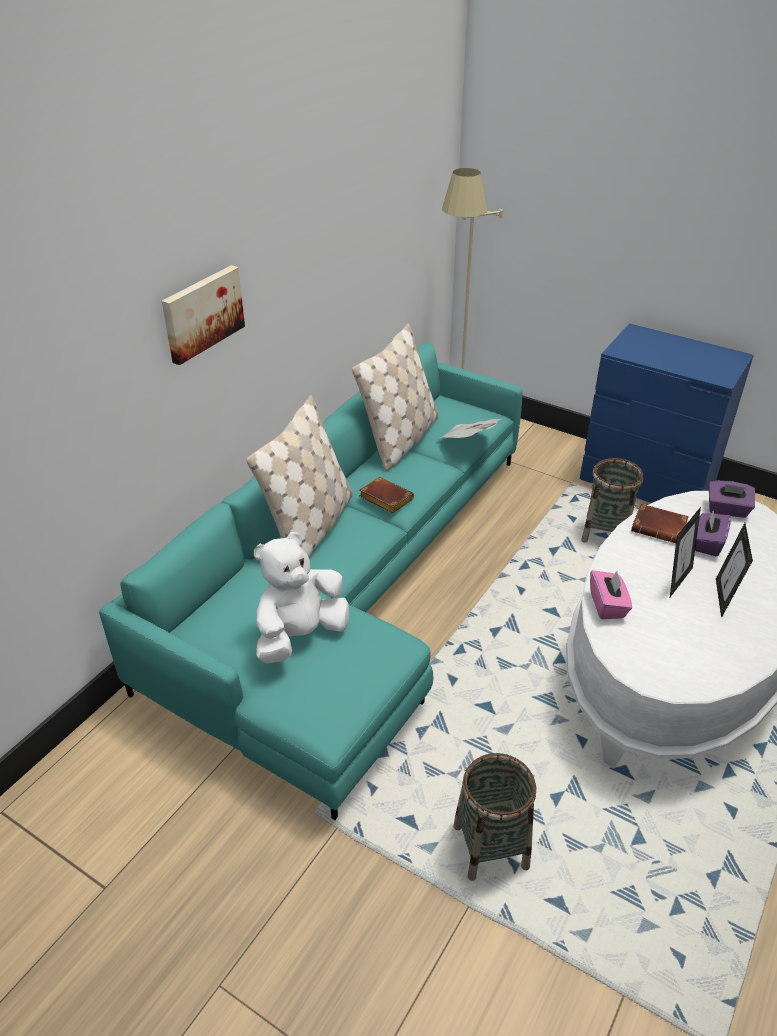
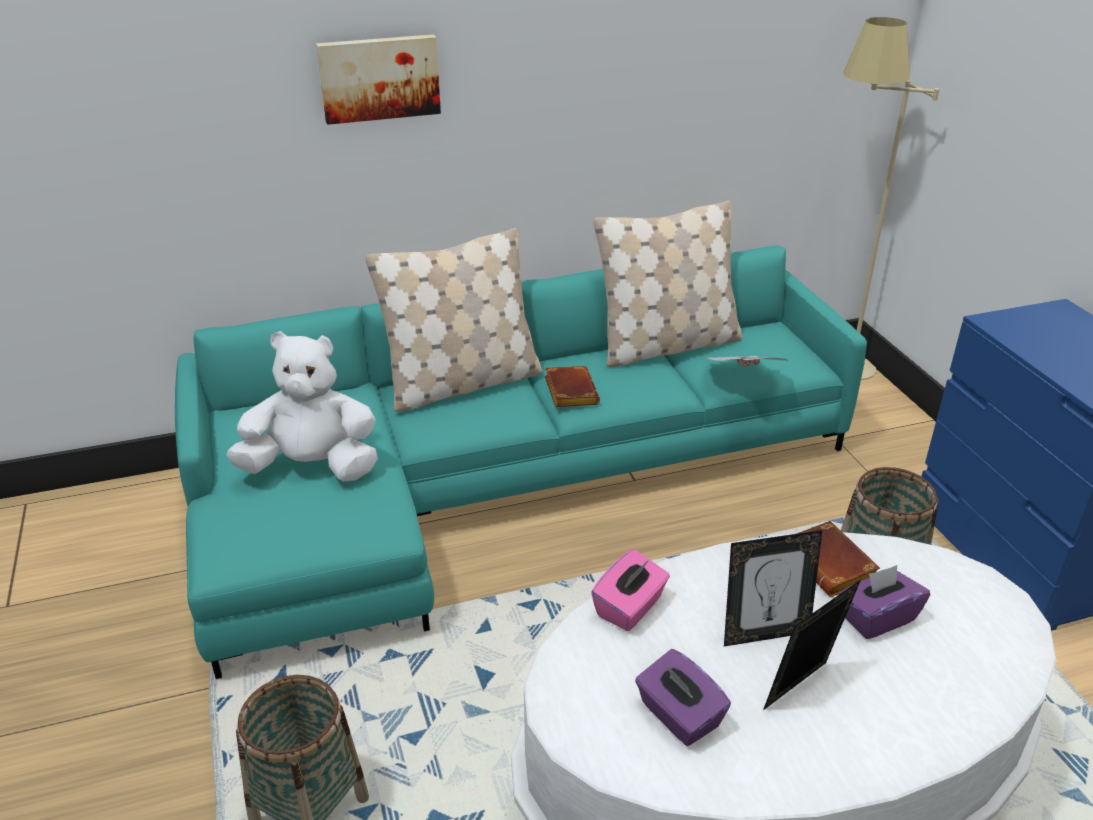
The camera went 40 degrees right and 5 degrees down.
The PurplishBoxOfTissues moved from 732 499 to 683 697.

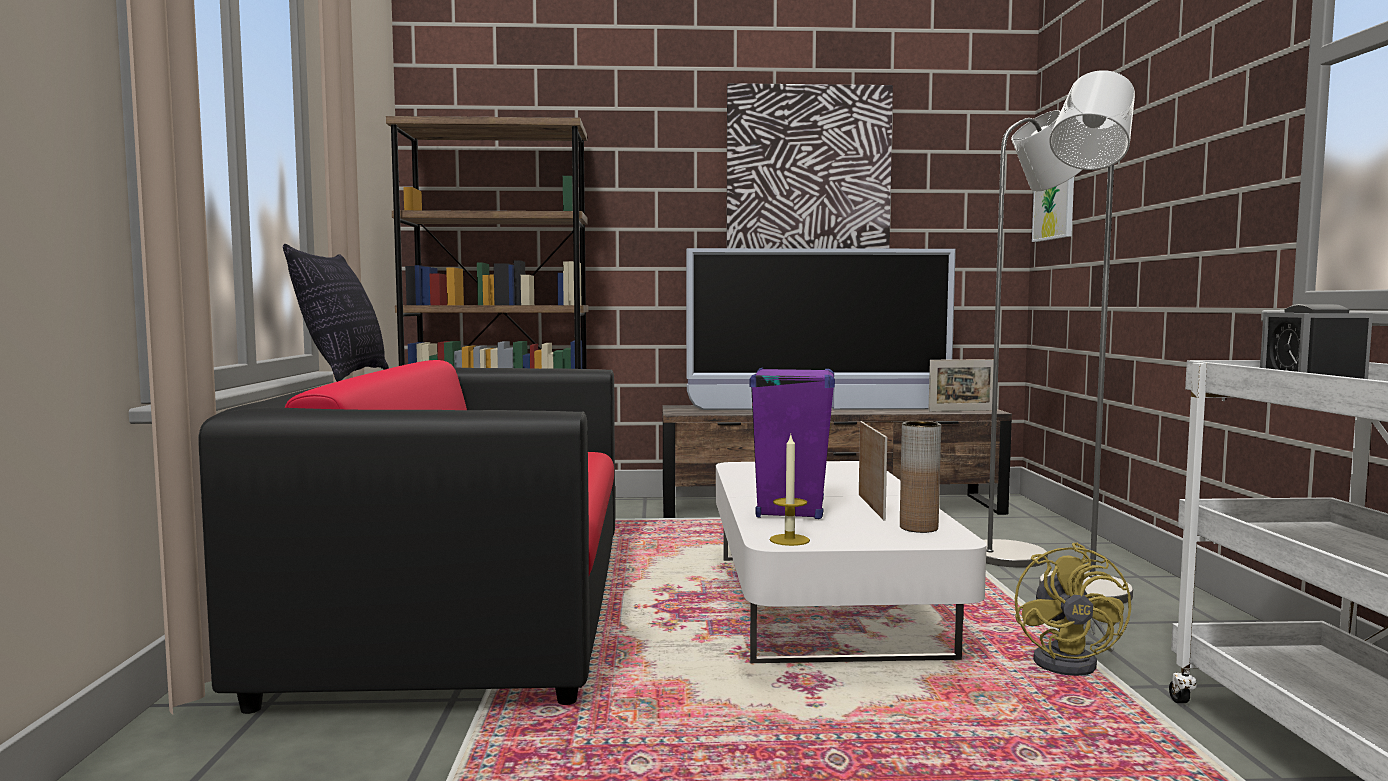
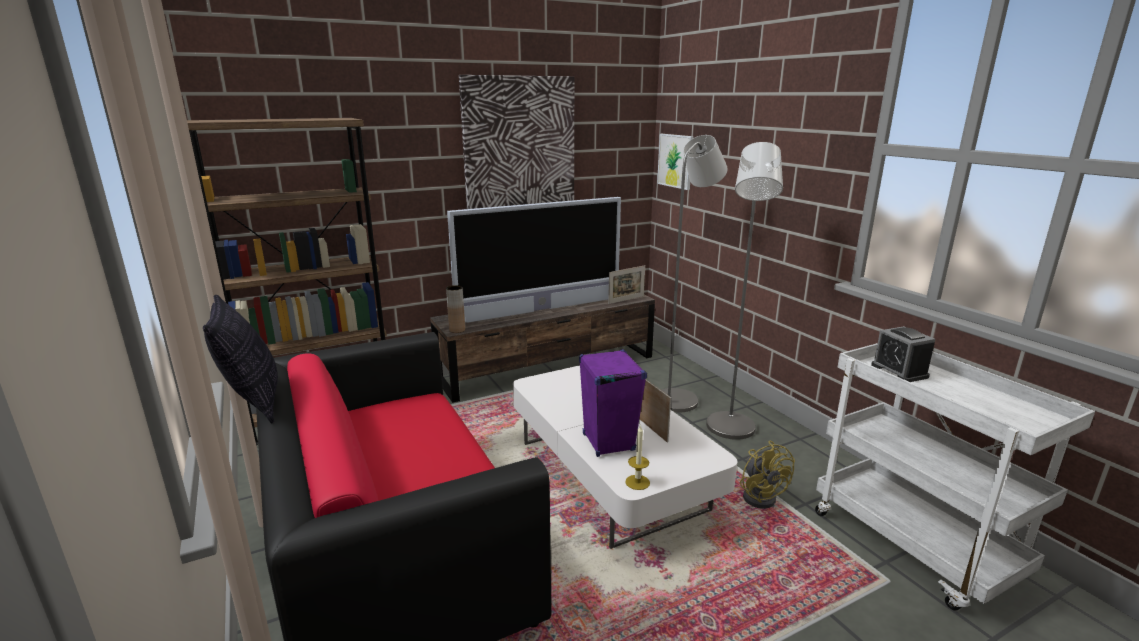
The camera went 25 degrees left and 15 degrees up.
The BrownColouredFlowerVase moved from 920 477 to 455 309.

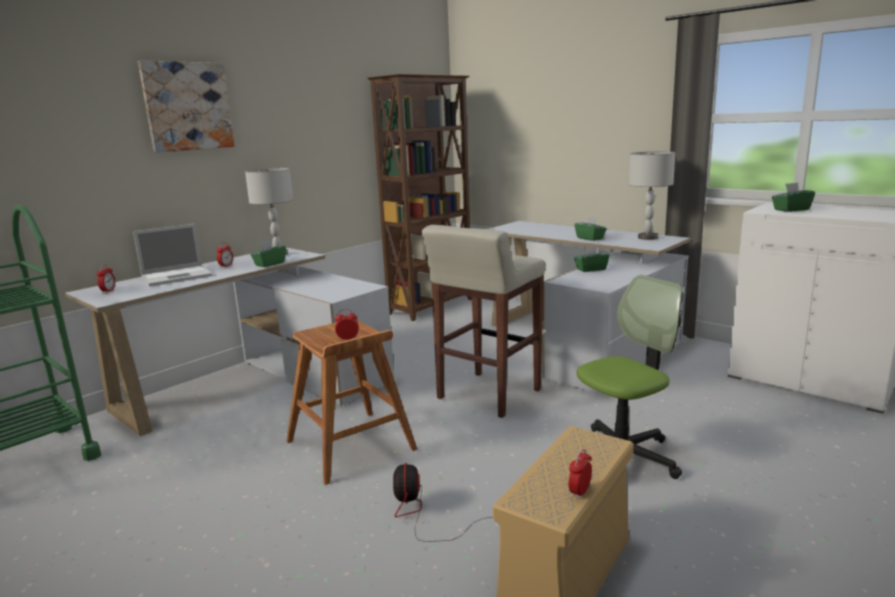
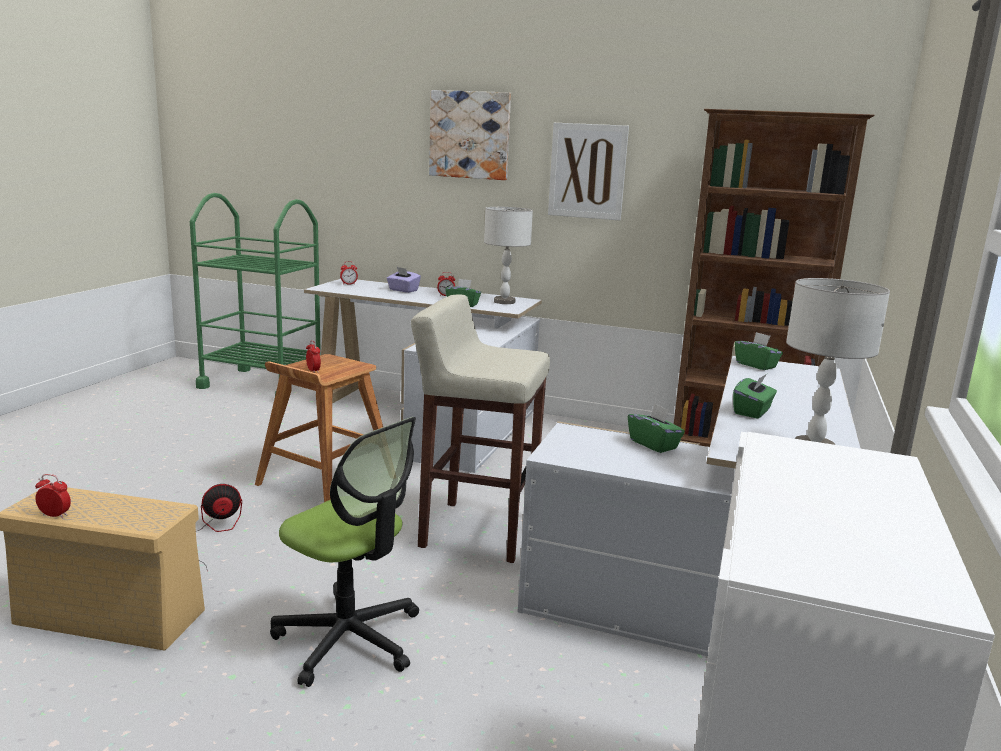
The camera went 65 degrees right and 0 degrees up.
The Laptop at 172 255 was replaced by the PurplishBoxOfTissues at 404 280.
The GreenBoxOfTissues moved from 793 197 to 759 351.
The WallArt at 588 171 appeared.

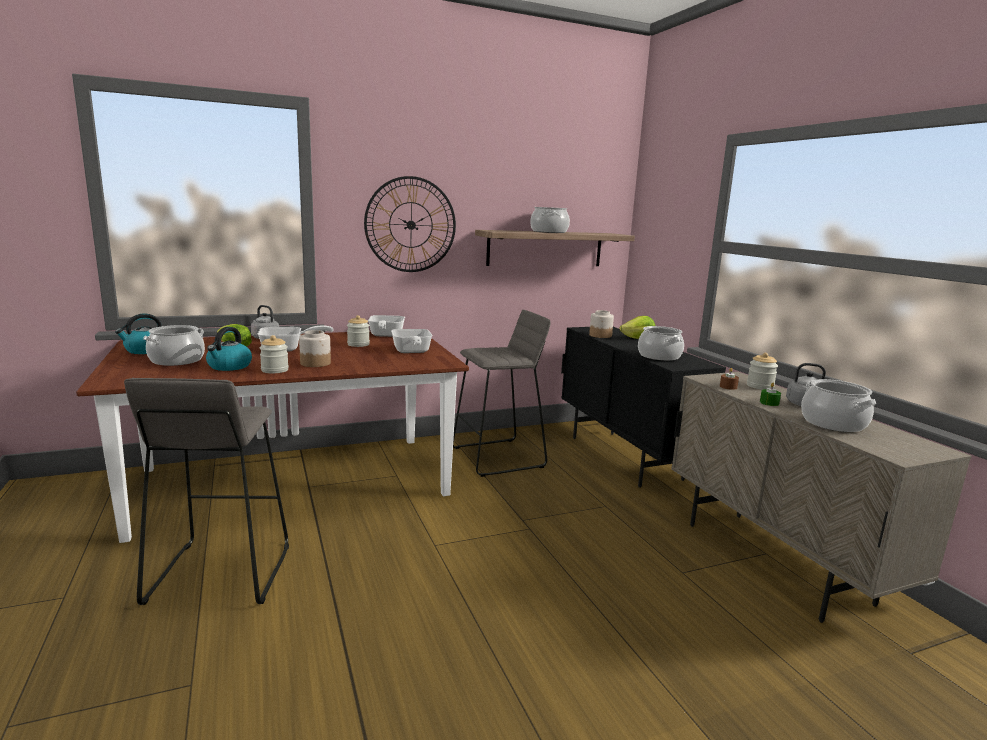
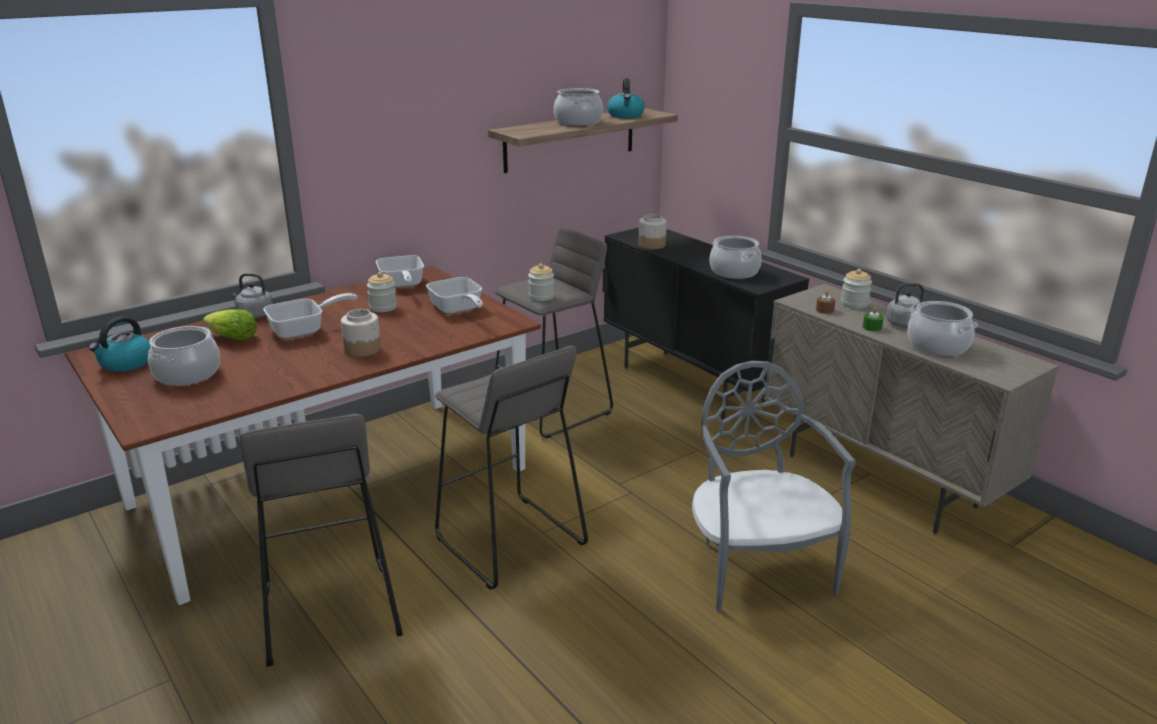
The camera went 15 degrees left and 10 degrees up.
The Kettle moved from 229 349 to 626 98.
The Jar moved from 274 354 to 541 282.
The ClockOnTheWall at 410 224 disappeared.
The Lettuce at 637 327 disappeared.
The GreyStool at 511 468 appeared.
The GreyPlainChair at 774 486 appeared.

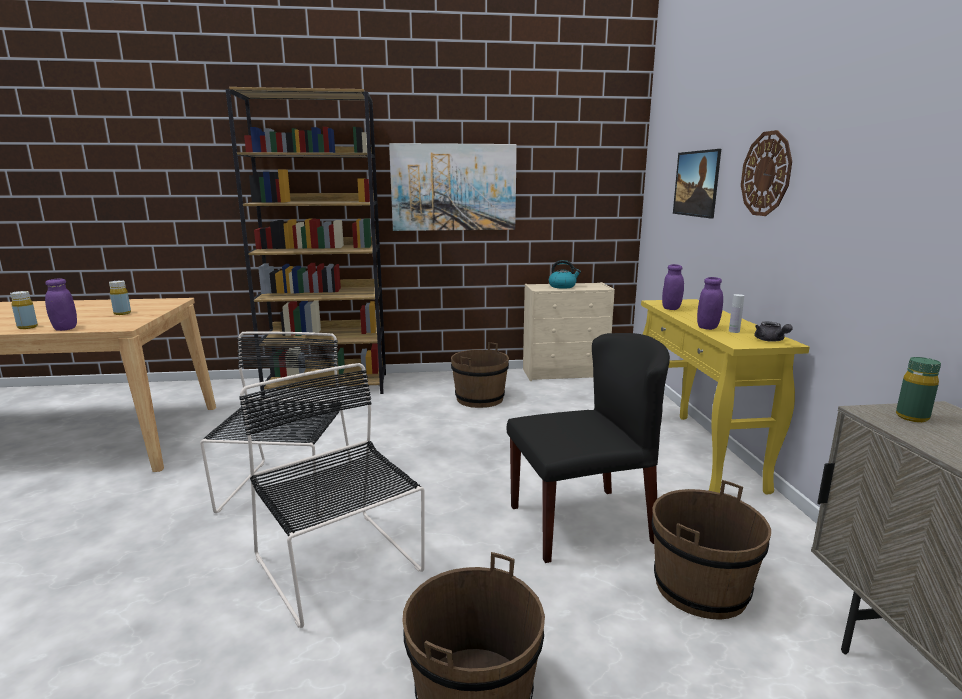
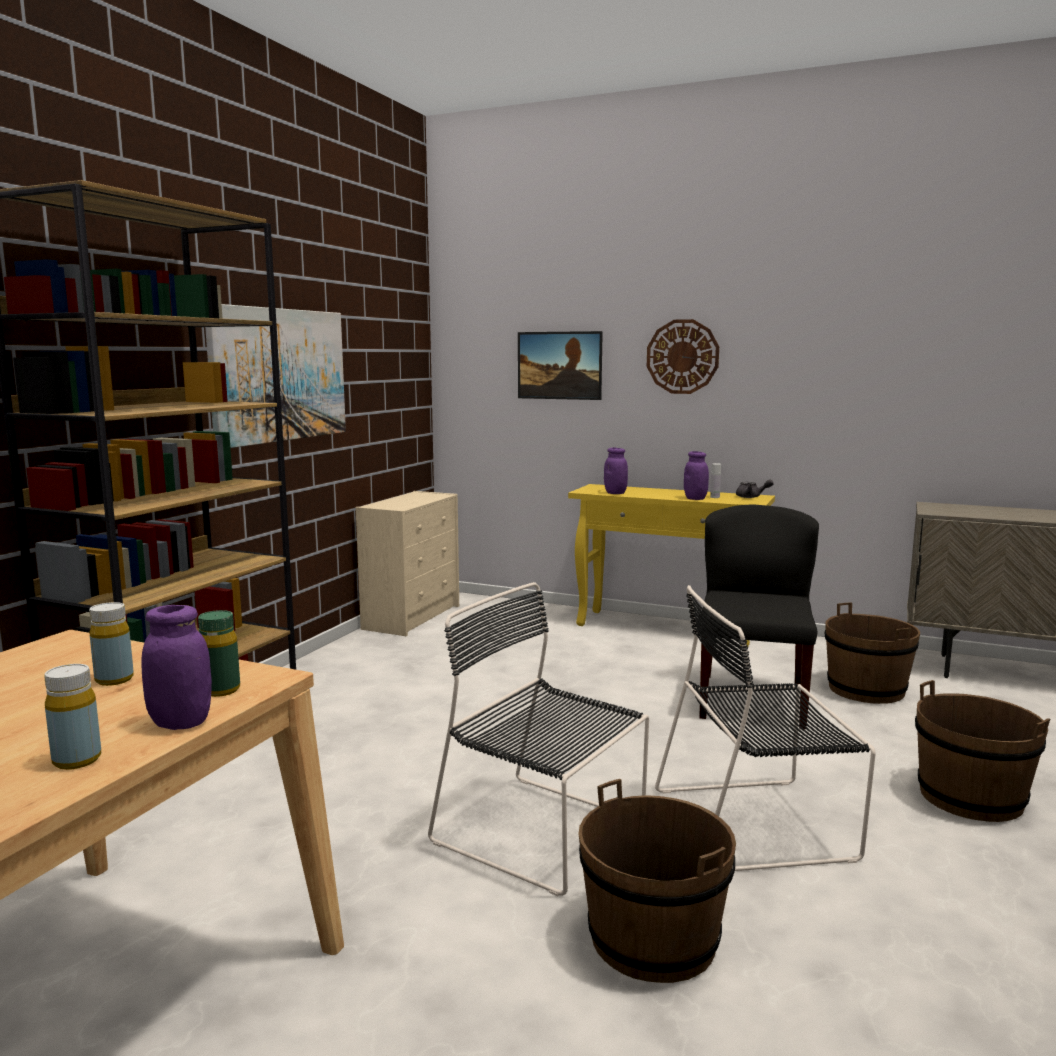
The camera went 60 degrees left and 5 degrees down.
The BrownColouredWaterBucket moved from 480 375 to 657 881.
The Kettle at 565 274 disappeared.
The GreenBottle moved from 918 389 to 219 653.

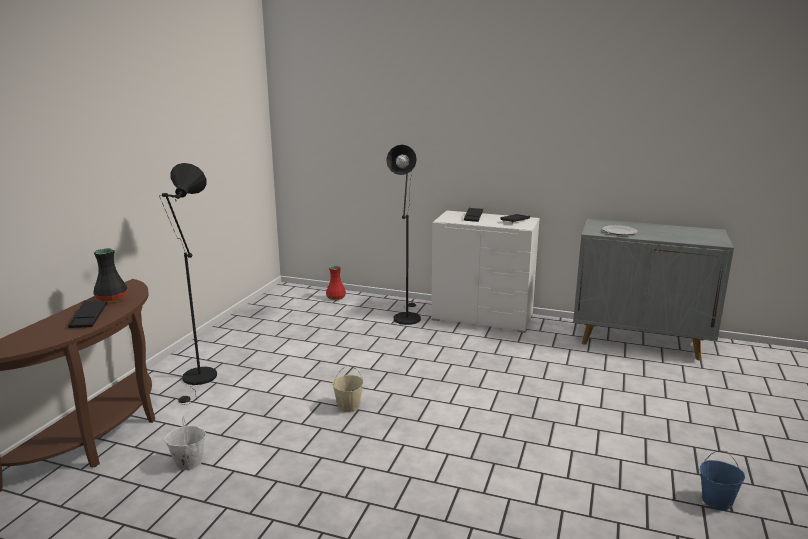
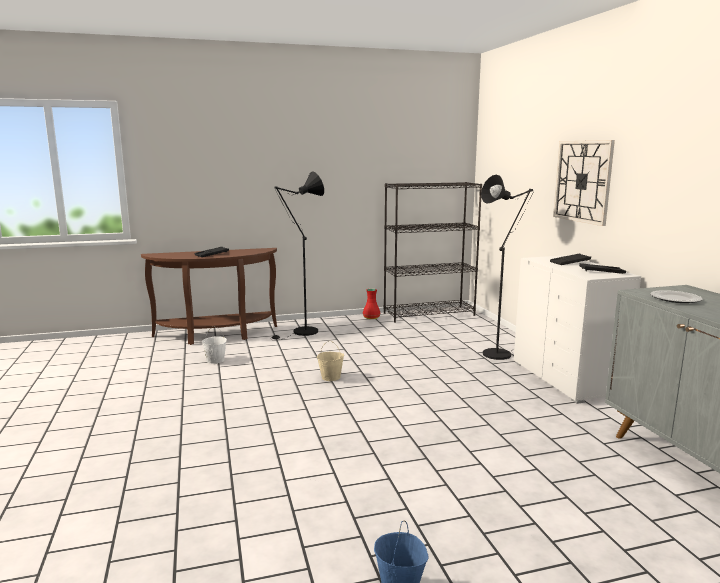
The camera went 55 degrees right and 5 degrees down.
The BlackishFlowerVase at 110 275 disappeared.
The RedFlowerVase moved from 336 283 to 372 304.
The BlackishBookcase at 433 252 appeared.
The ClockOnTheWall at 584 183 appeared.

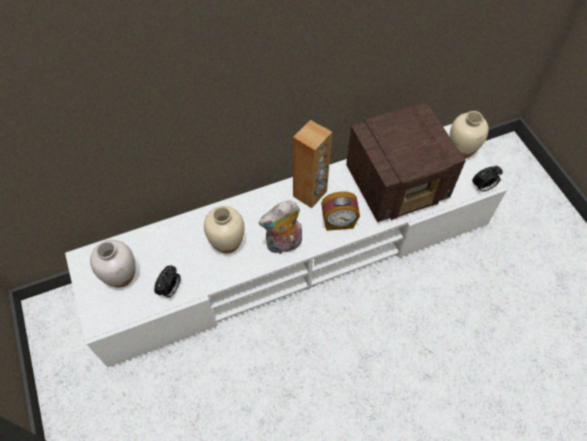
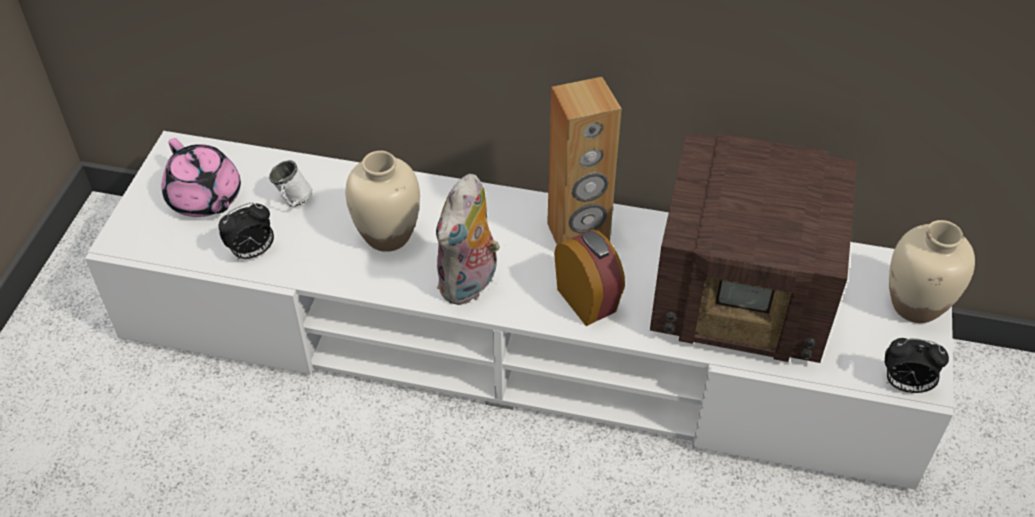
The camera went 35 degrees right and 10 degrees down.
The WhiteColouredFlowerVase at 113 264 was replaced by the PinkPotForTea at 201 177.
The PlushToy at 280 227 turned 75 degrees counterclockwise.
The TableClock at 340 211 turned 150 degrees counterclockwise.
The WhiteColouredCoffeeMug at 290 183 appeared.

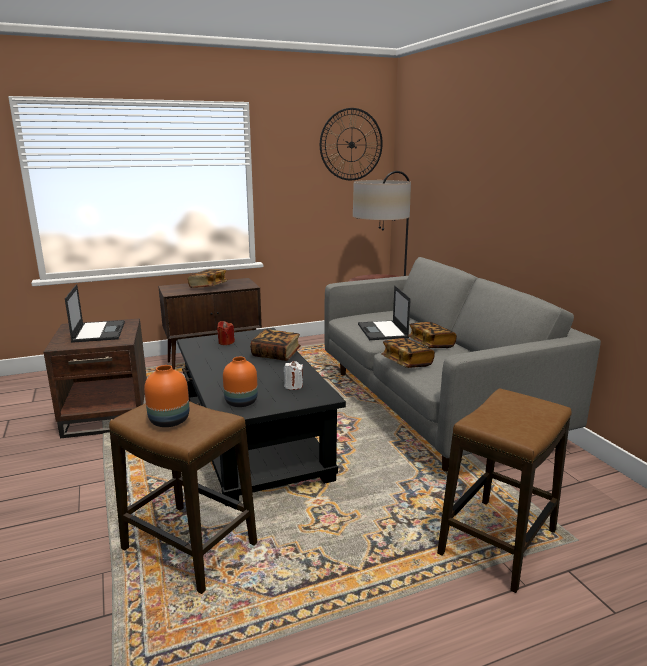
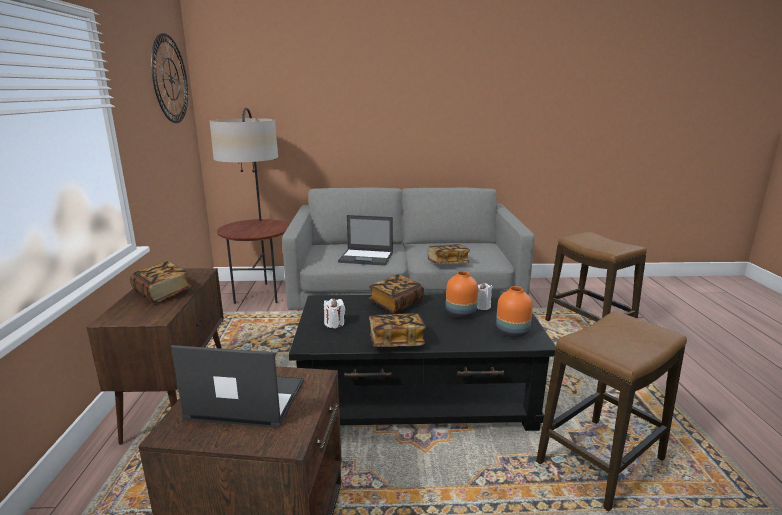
The camera went 70 degrees left and 0 degrees up.
The OrangeyFlowerVase moved from 166 396 to 462 294.
The RedCandle at 226 333 became the WhiteColouredCandle at 334 313.
The BoundBook moved from 432 335 to 397 330.

